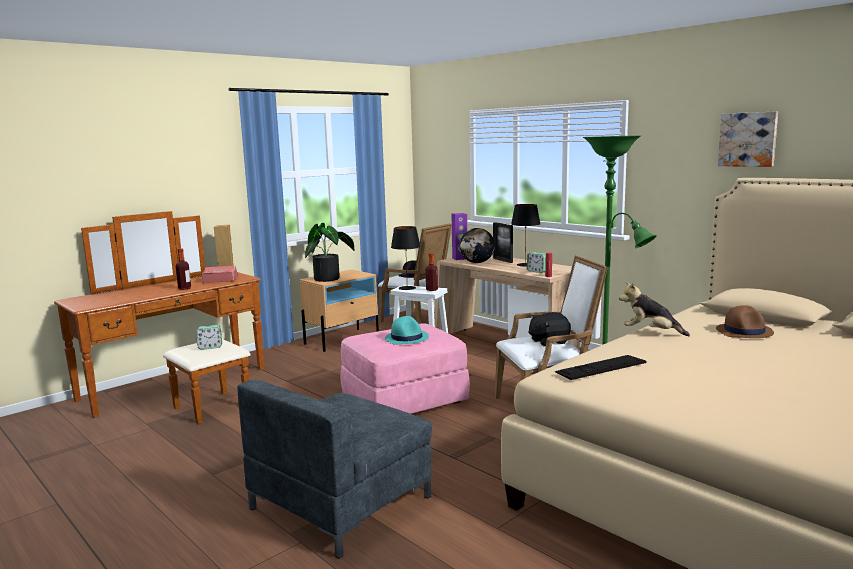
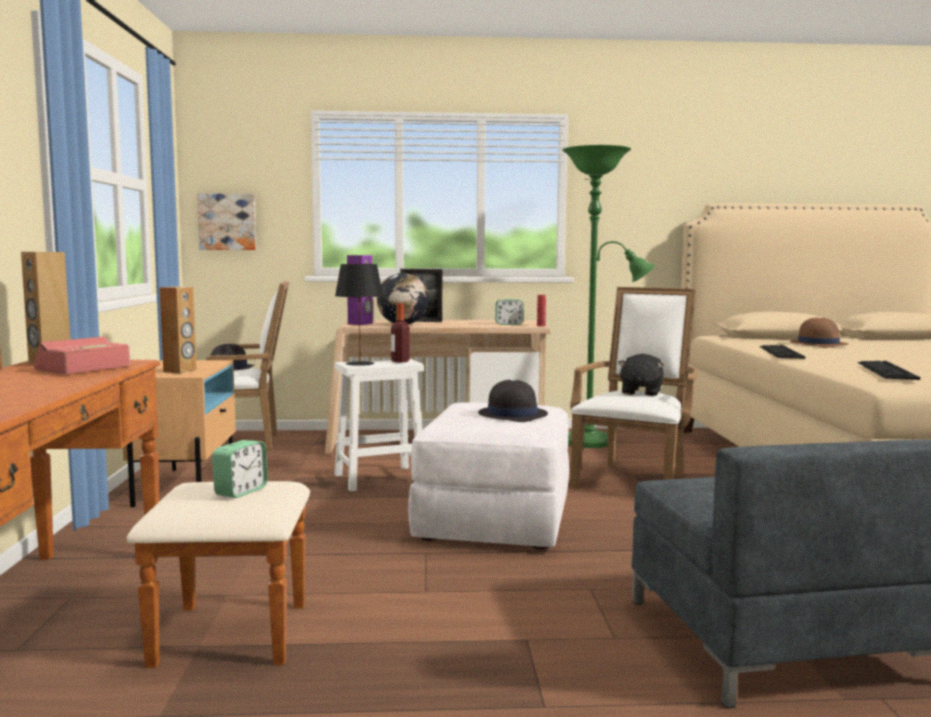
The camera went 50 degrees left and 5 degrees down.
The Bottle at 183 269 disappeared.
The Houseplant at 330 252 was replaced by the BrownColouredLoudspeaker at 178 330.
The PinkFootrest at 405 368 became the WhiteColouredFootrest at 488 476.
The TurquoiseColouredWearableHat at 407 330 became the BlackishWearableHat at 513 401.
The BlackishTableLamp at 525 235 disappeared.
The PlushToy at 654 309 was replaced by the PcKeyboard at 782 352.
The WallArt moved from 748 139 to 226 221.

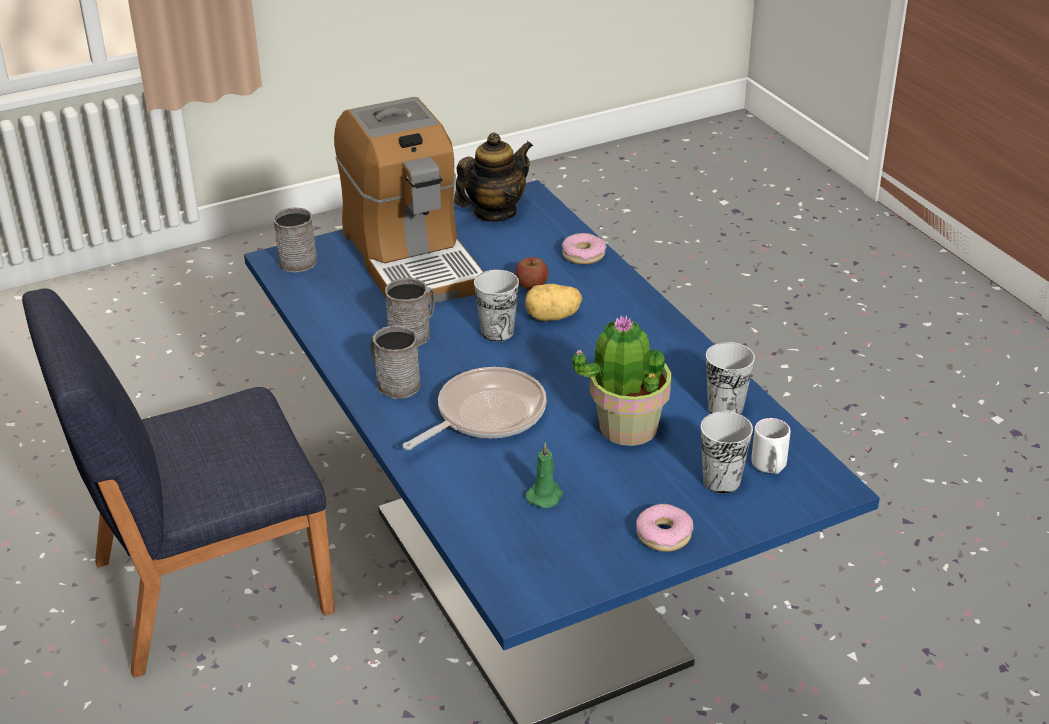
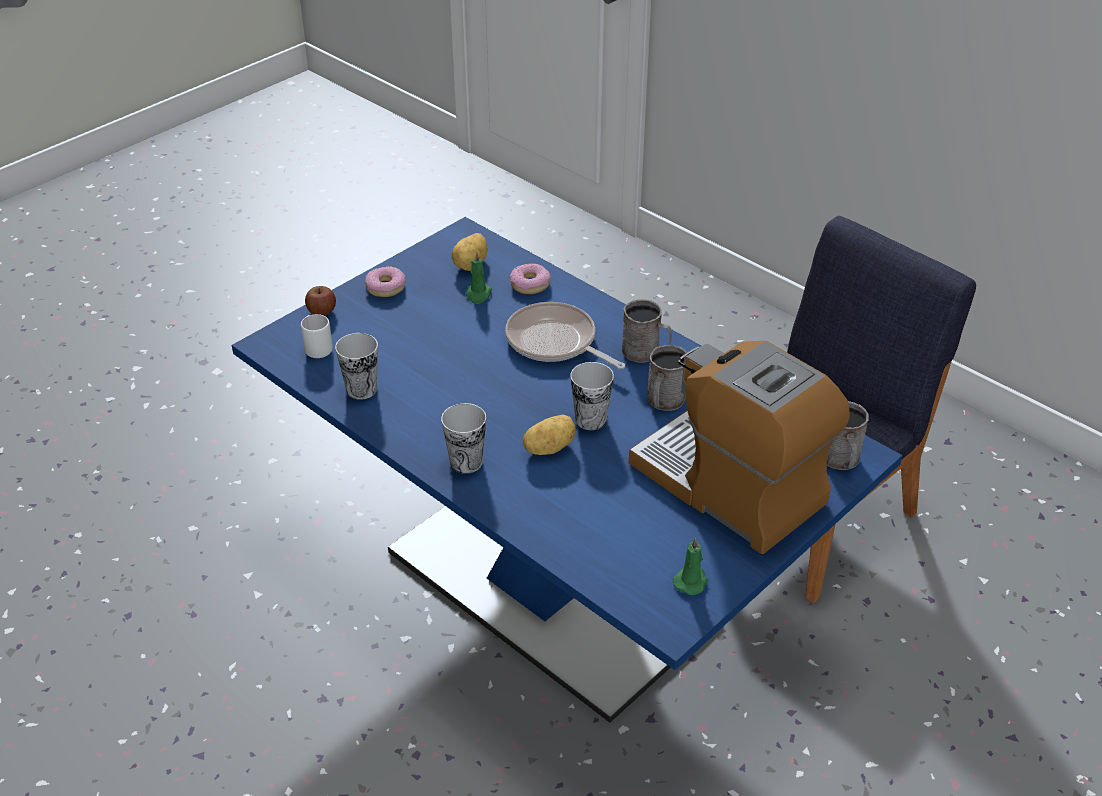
The camera went 160 degrees right and 5 degrees up.
The Pan at 475 408 turned 105 degrees clockwise.
The PotForTea at 493 177 was replaced by the GreenCandle at 690 566.
The Apple moved from 532 273 to 320 301.
The Doughnut moved from 584 248 to 530 278.
The Houseplant at 622 380 disappeared.
The SmallCup moved from 727 452 to 463 438.
The Spud at 469 252 appeared.

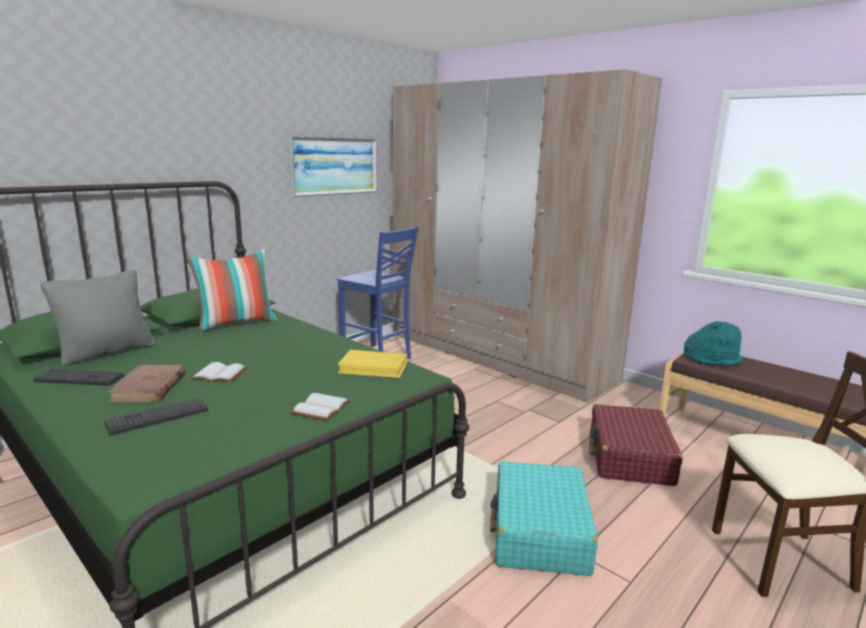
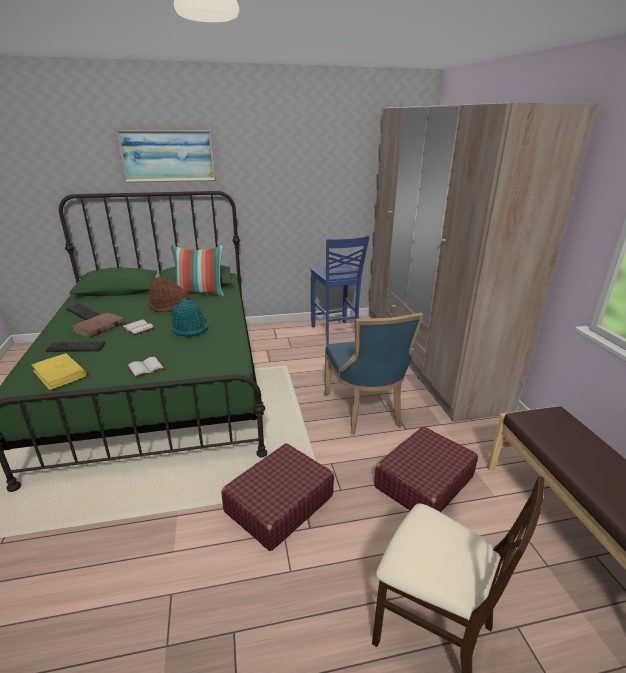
The camera went 35 degrees right and 10 degrees up.
The GreyCushion at 98 317 disappeared.
The WallArt moved from 333 166 to 165 156.
The YellowishBoundBook moved from 372 364 to 58 371.
The TurquoiseColouredPieceOfLuggage at 544 518 became the RedPieceOfLuggage at 278 497.
The TurquoiseColouredWearableHat moved from 713 343 to 189 317.
The BrownColouredWearableHat at 168 295 appeared.
The BluePlainChair at 373 374 appeared.

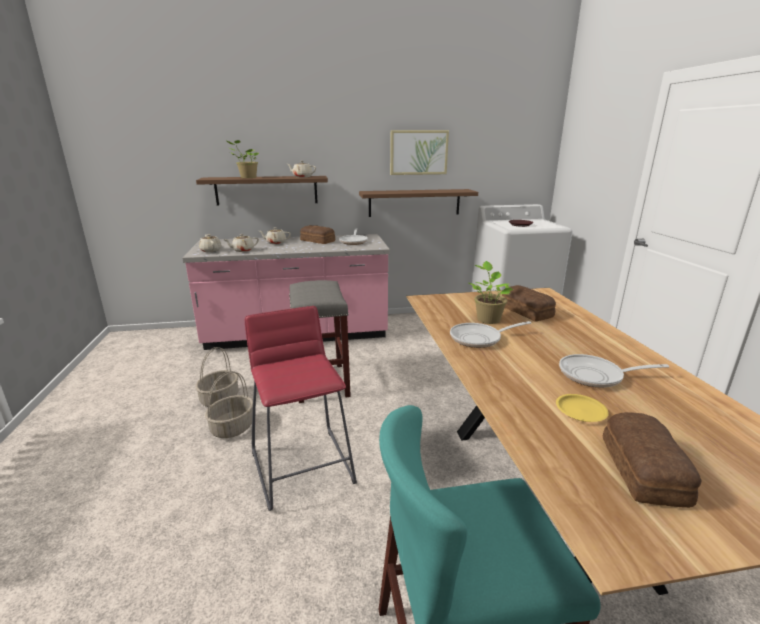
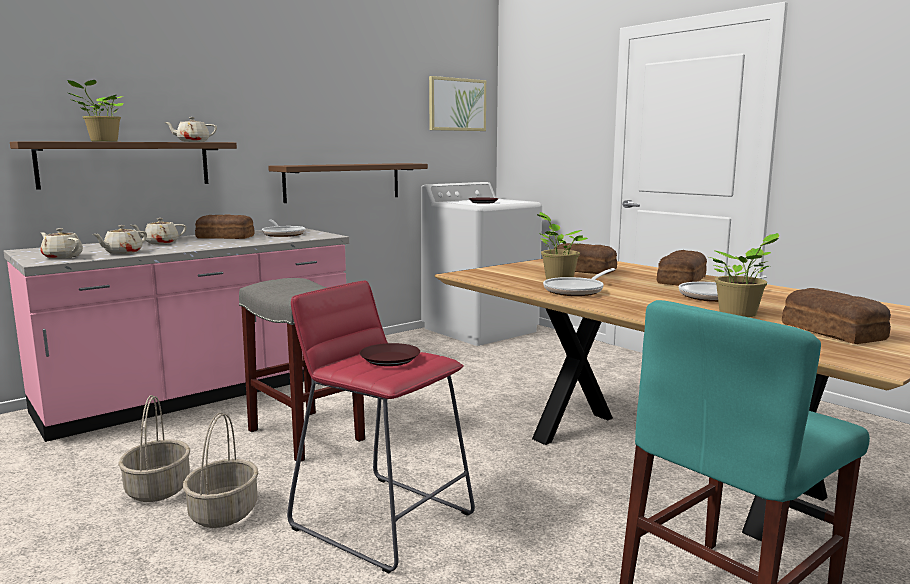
The camera went 30 degrees left and 10 degrees down.
The WallArt moved from 419 152 to 457 103.
The YellowishDinnerPlate at 582 408 was replaced by the Houseplant at 744 275.
The BrownColouredDinnerPlate at 389 354 appeared.
The BakeryBread at 682 268 appeared.

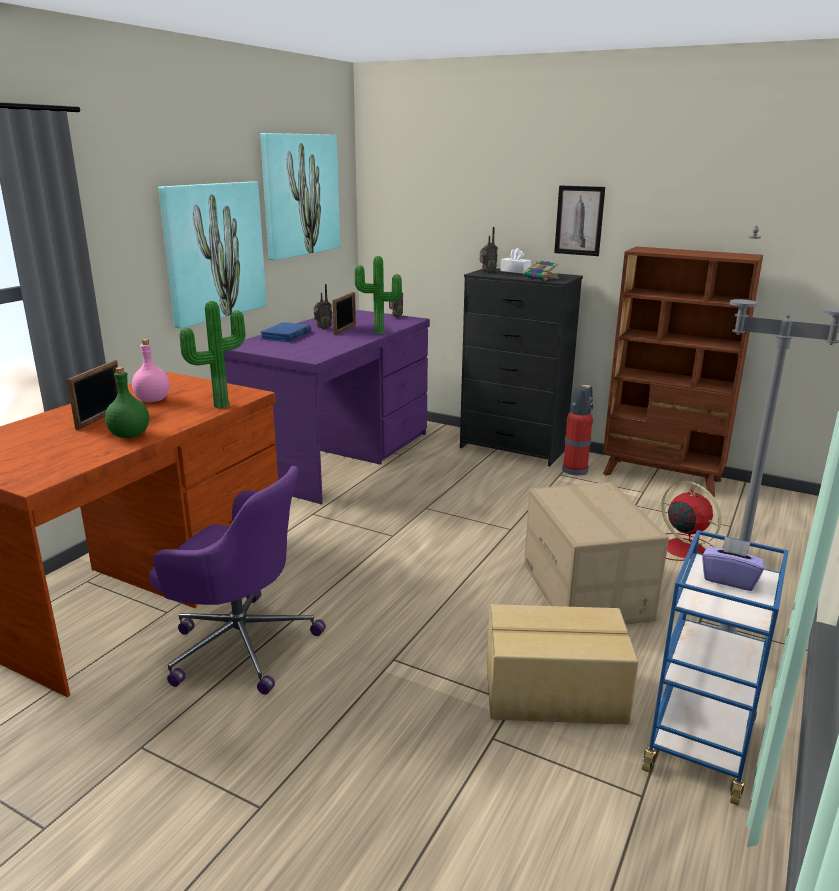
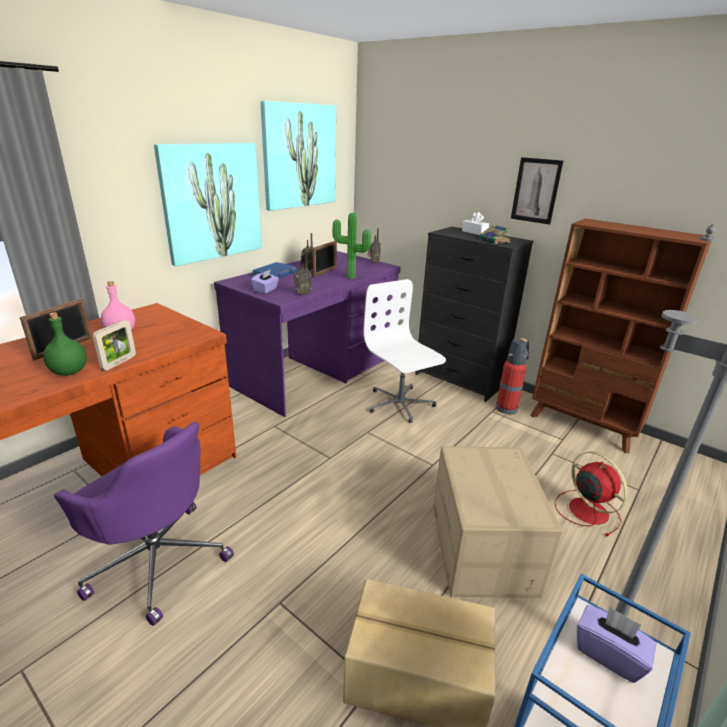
The camera went 10 degrees right and 5 degrees up.
The Houseplant at 213 355 disappeared.
The RadioReceiver moved from 489 250 to 303 273.
The StandingFrame at 114 345 appeared.
The PurplishBoxOfTissues at 265 281 appeared.
The WhiteColouredComputerChair at 404 351 appeared.

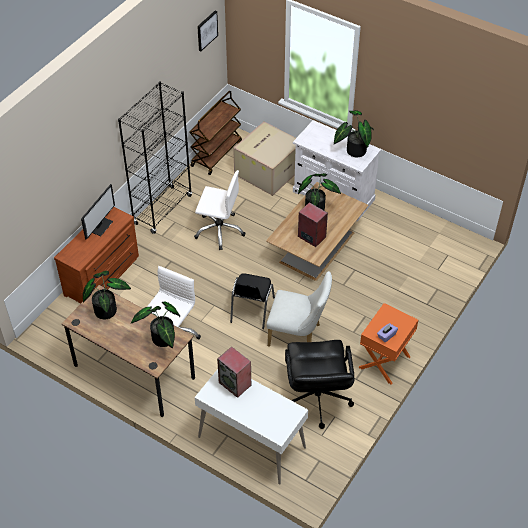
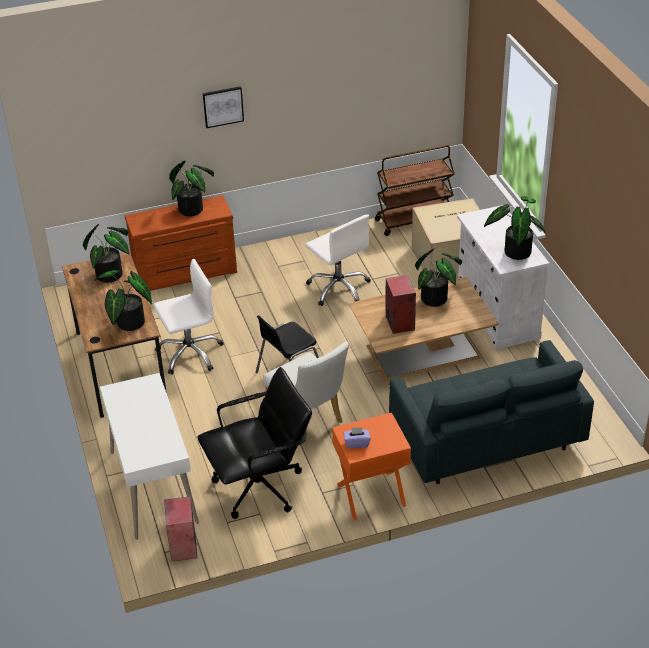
The camera went 40 degrees right and 10 degrees down.
The Monitor at 98 212 was replaced by the Houseplant at 191 188.
The BlackishBookcase at 155 157 disappeared.
The WallArt moved from 207 31 to 223 107.
The Loudspeaker moved from 234 372 to 180 528.
The BlackishComputerChair at 319 384 turned 150 degrees counterclockwise.
The GreySettee at 491 412 appeared.

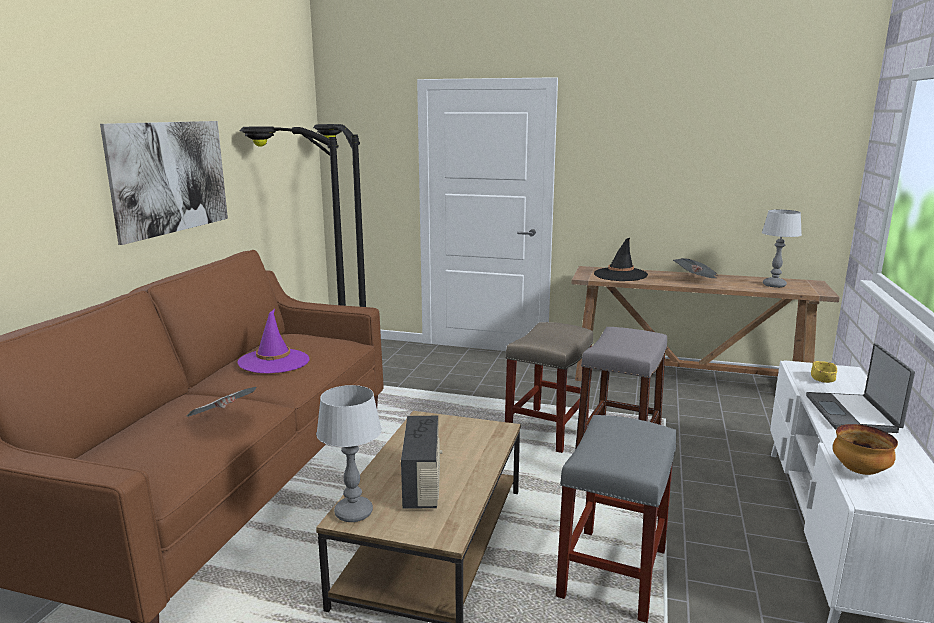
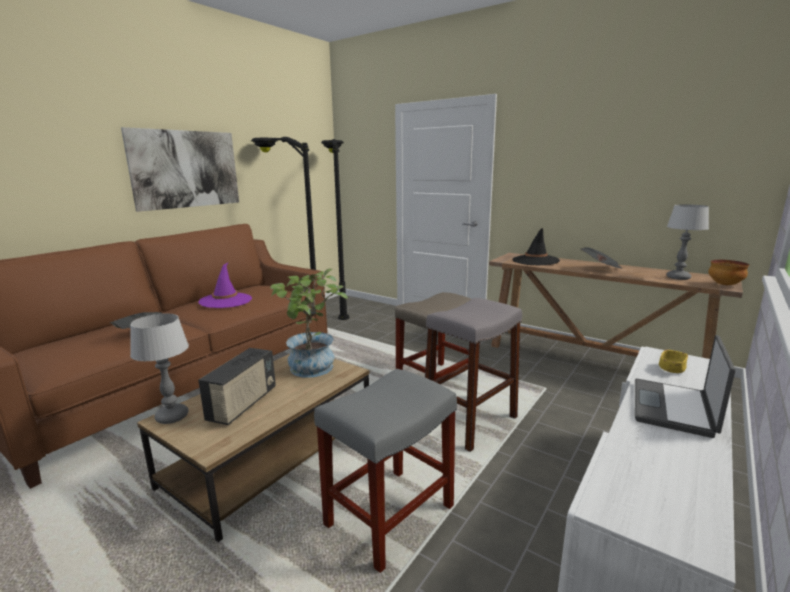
The camera went 20 degrees right and 0 degrees up.
The DeepDish moved from 865 449 to 728 272.
The Houseplant at 309 323 appeared.

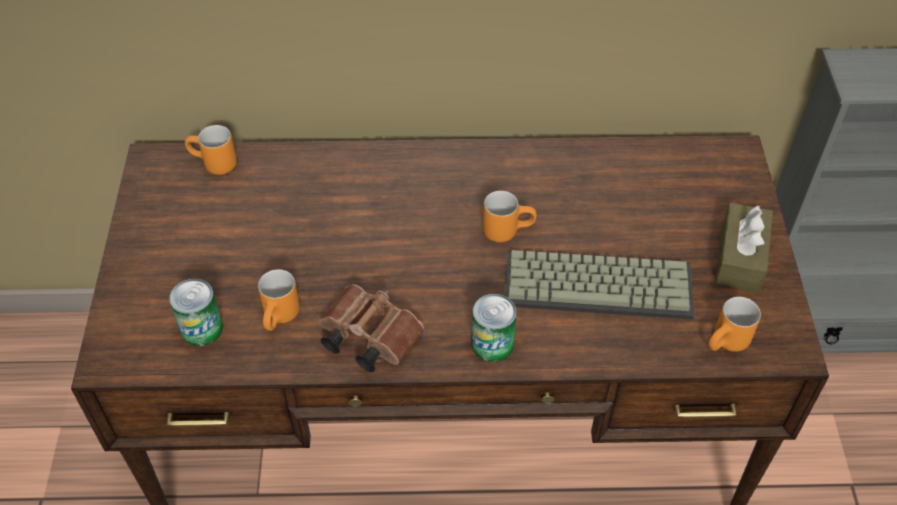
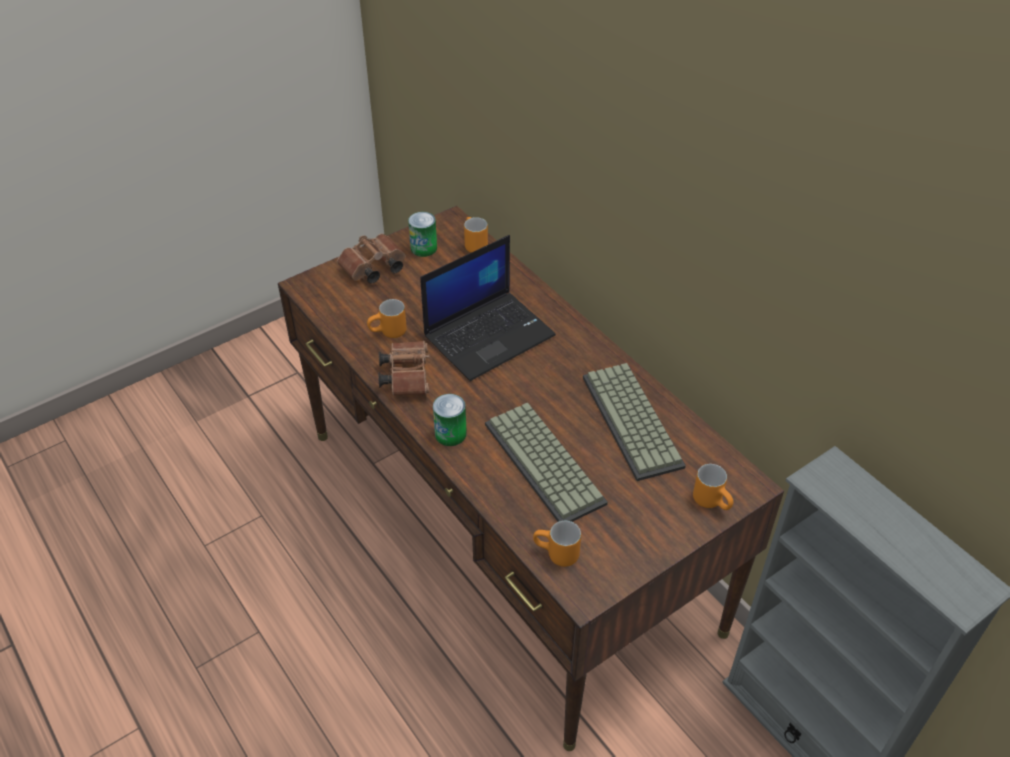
The camera went 55 degrees right and 5 degrees down.
The SealedCan moved from 196 312 to 422 234.
The OrangeyCoffeeMug moved from 510 216 to 713 487.
The BrownColouredBoxOfTissues at 744 248 disappeared.
The BrownColouredFieldGlasses at 371 259 appeared.
The Laptop at 488 308 appeared.
The PcKeyboard at 634 422 appeared.

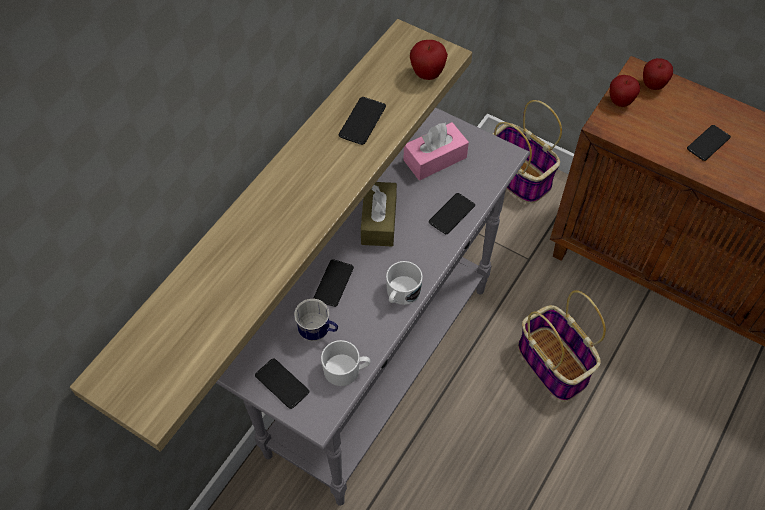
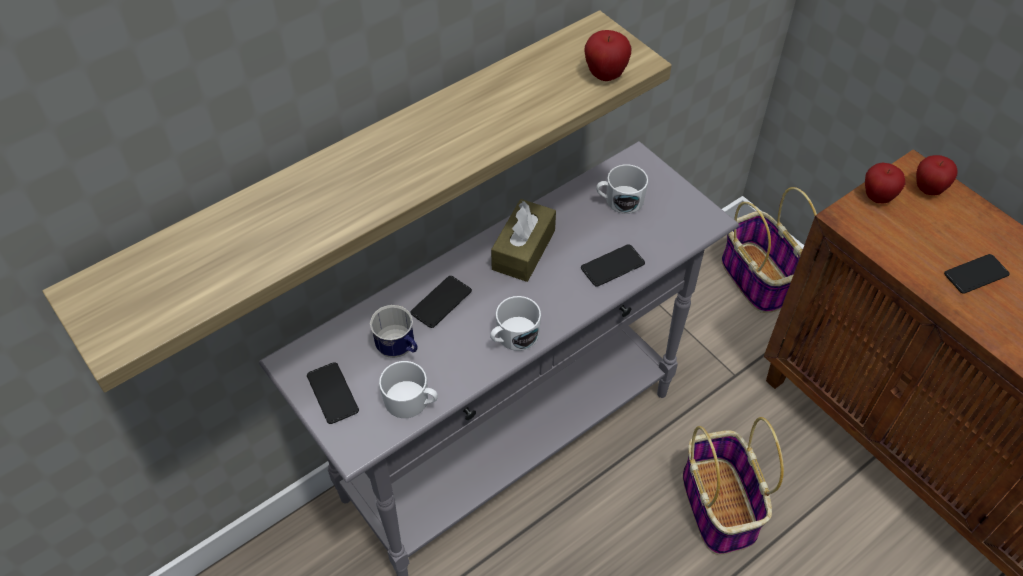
The camera went 20 degrees right and 5 degrees down.
The Phone at 362 121 disappeared.
The PinkBoxOfTissues at 436 151 was replaced by the WhiteColouredCoffeeMug at 622 189.

